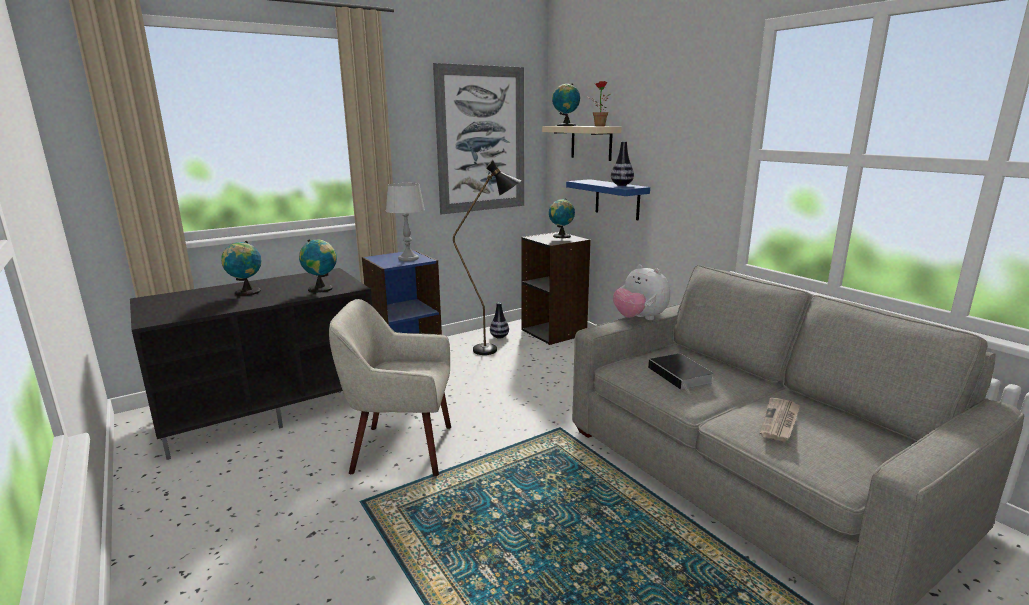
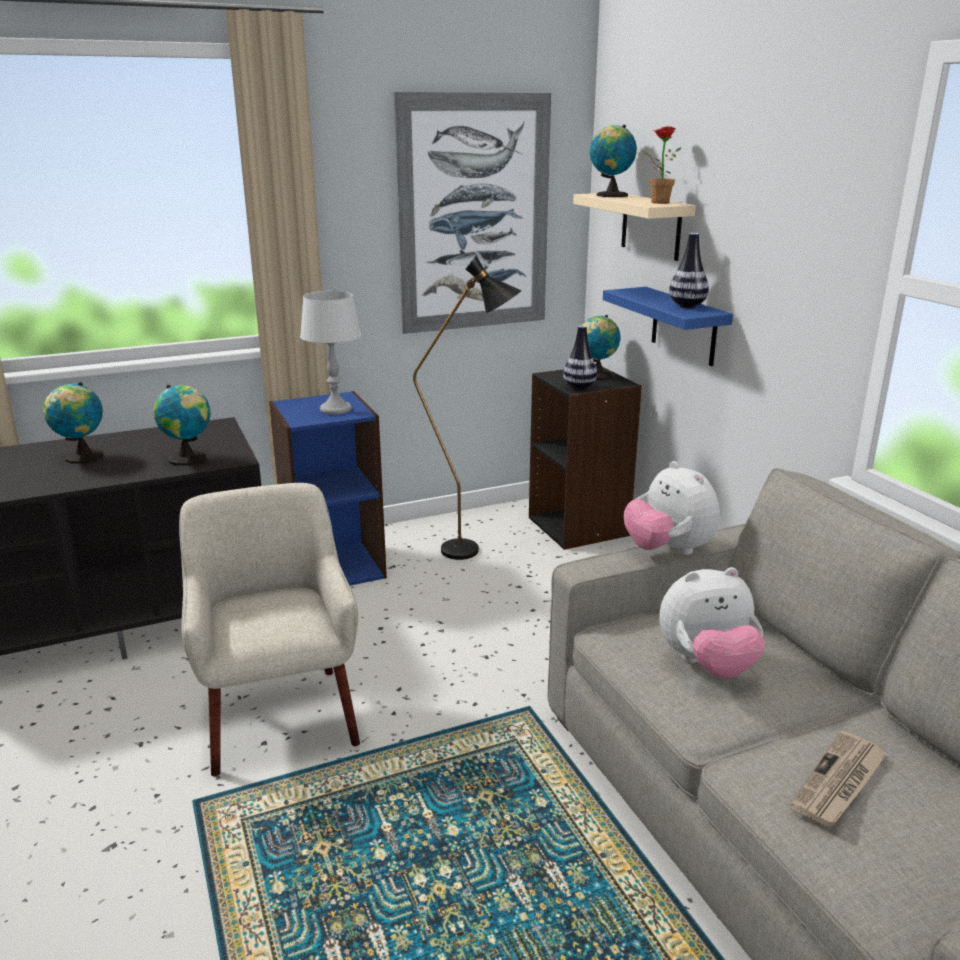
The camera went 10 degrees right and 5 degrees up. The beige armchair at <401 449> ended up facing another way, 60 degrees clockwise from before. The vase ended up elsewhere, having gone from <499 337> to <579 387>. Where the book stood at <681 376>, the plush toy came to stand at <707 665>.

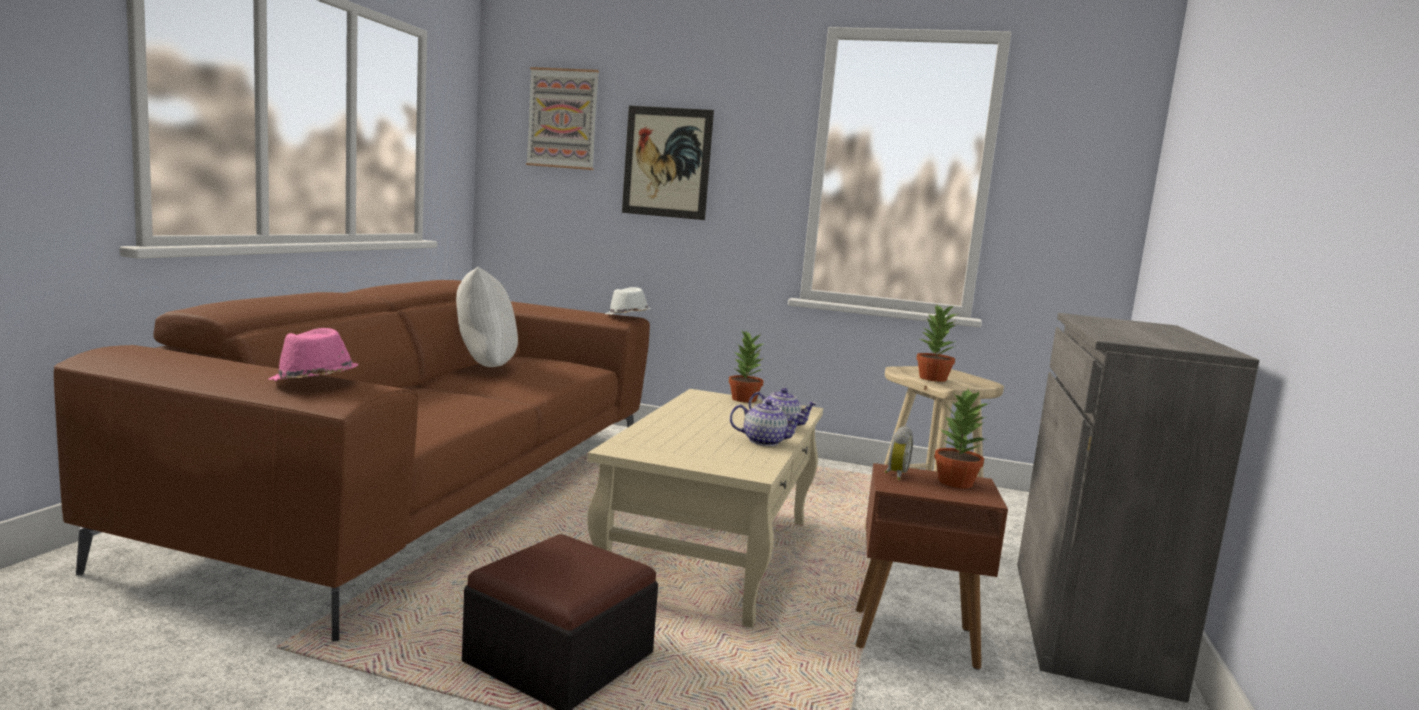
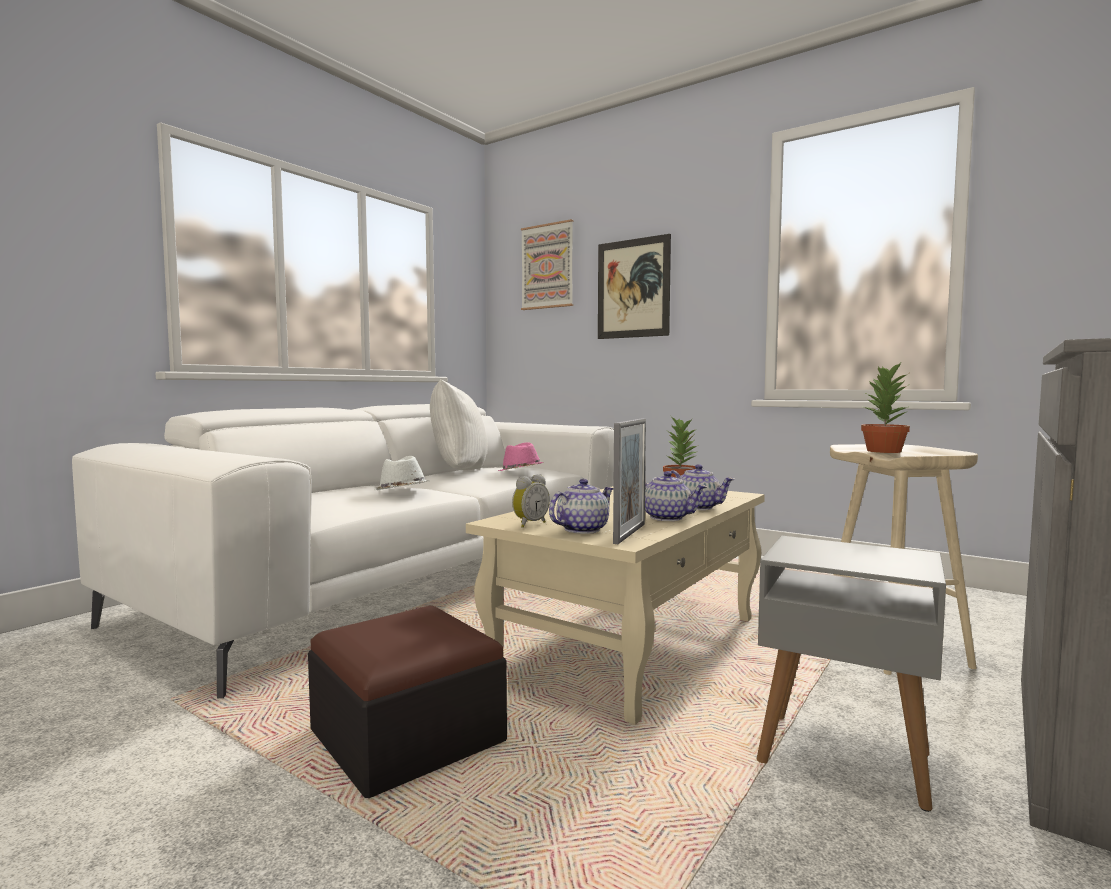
The camera went 20 degrees right and 5 degrees down. What was the brown sofa at <431 489> turned into the white sofa at <407 577>. The pink hat ended up elsewhere, having gone from <314 381> to <520 472>. The white hat ended up elsewhere, having gone from <627 316> to <401 492>. What was the brown side table at <913 638> turned into the grey side table at <841 758>. The alarm clock ended up elsewhere, having gone from <895 475> to <529 524>. The second view lost the potted plant at <955 483>. The second view gained the teapot at <582 529>. The second view gained the picture frame at <630 533>.

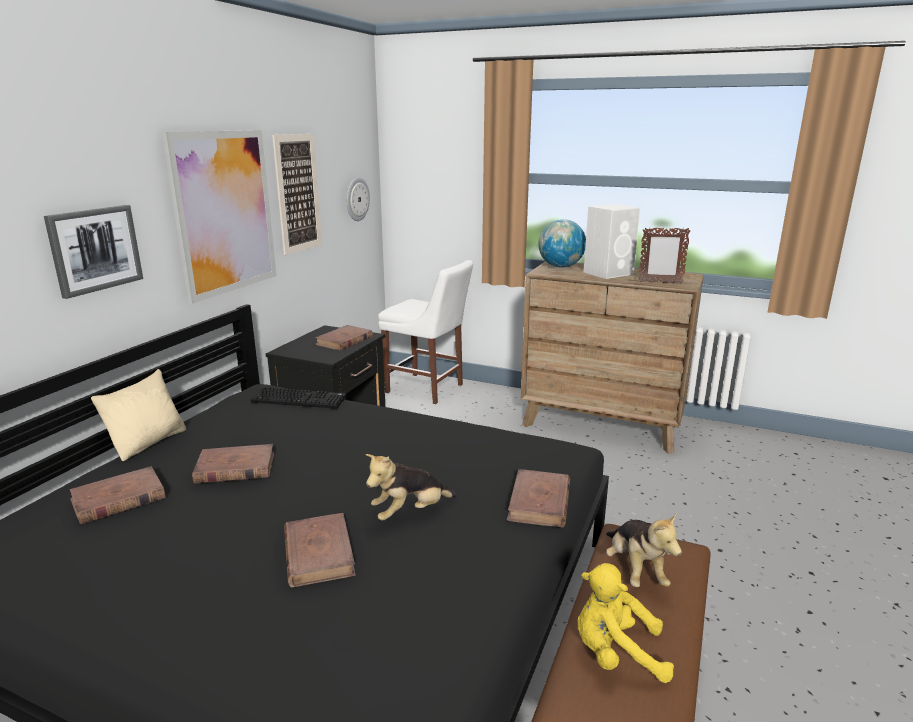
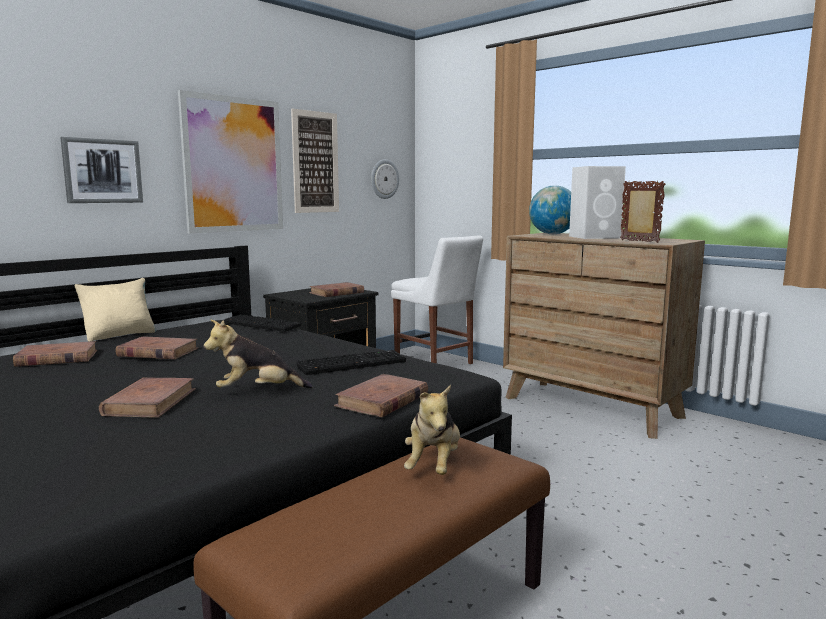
The camera went 20 degrees right and 10 degrees down. The second view lost the yellow plush toy at <615 654>. The picture frame at <660 282> ended up facing another way, 150 degrees counterclockwise from before. The second view gained the keyboard at <352 363>.

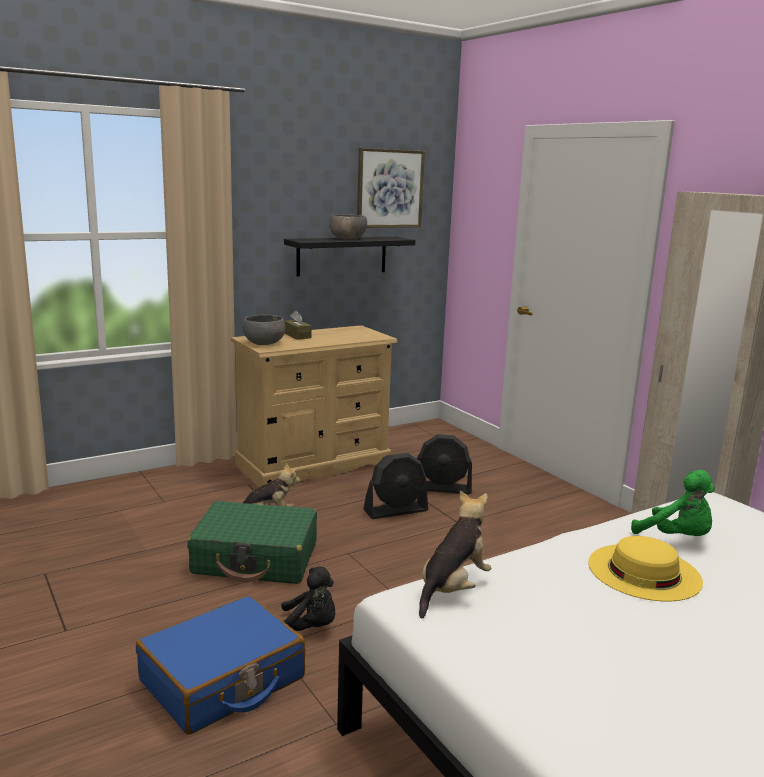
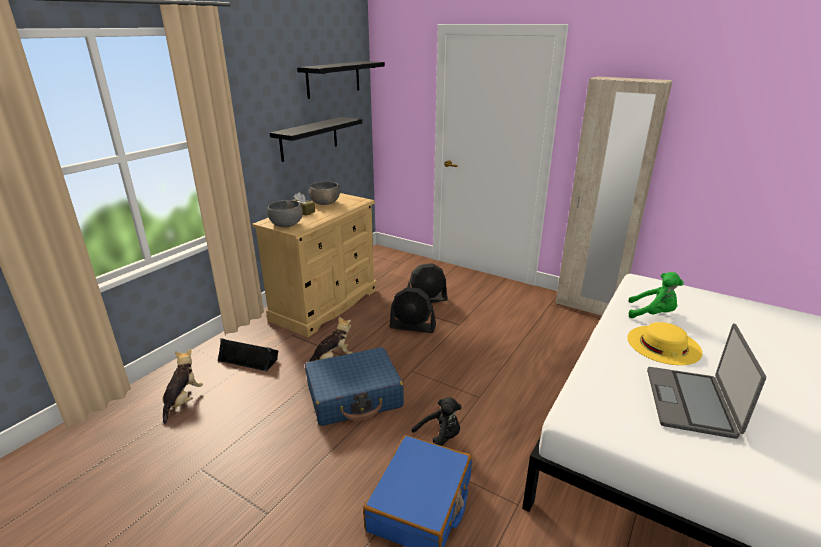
The camera went 25 degrees left and 10 degrees up. What was the green suitcase at <256 558> turned into the blue suitcase at <354 396>. The grey bowl ended up elsewhere, having gone from <347 239> to <325 203>. Where the picture hung at <389 188>, the black shelf came to hang at <333 79>. The black fan at <396 511> ended up facing another way, 60 degrees clockwise from before. The plush toy ended up elsewhere, having gone from <453 589> to <183 401>. The second view gained the black speaker at <249 359>. The second view gained the laptop at <691 402>.

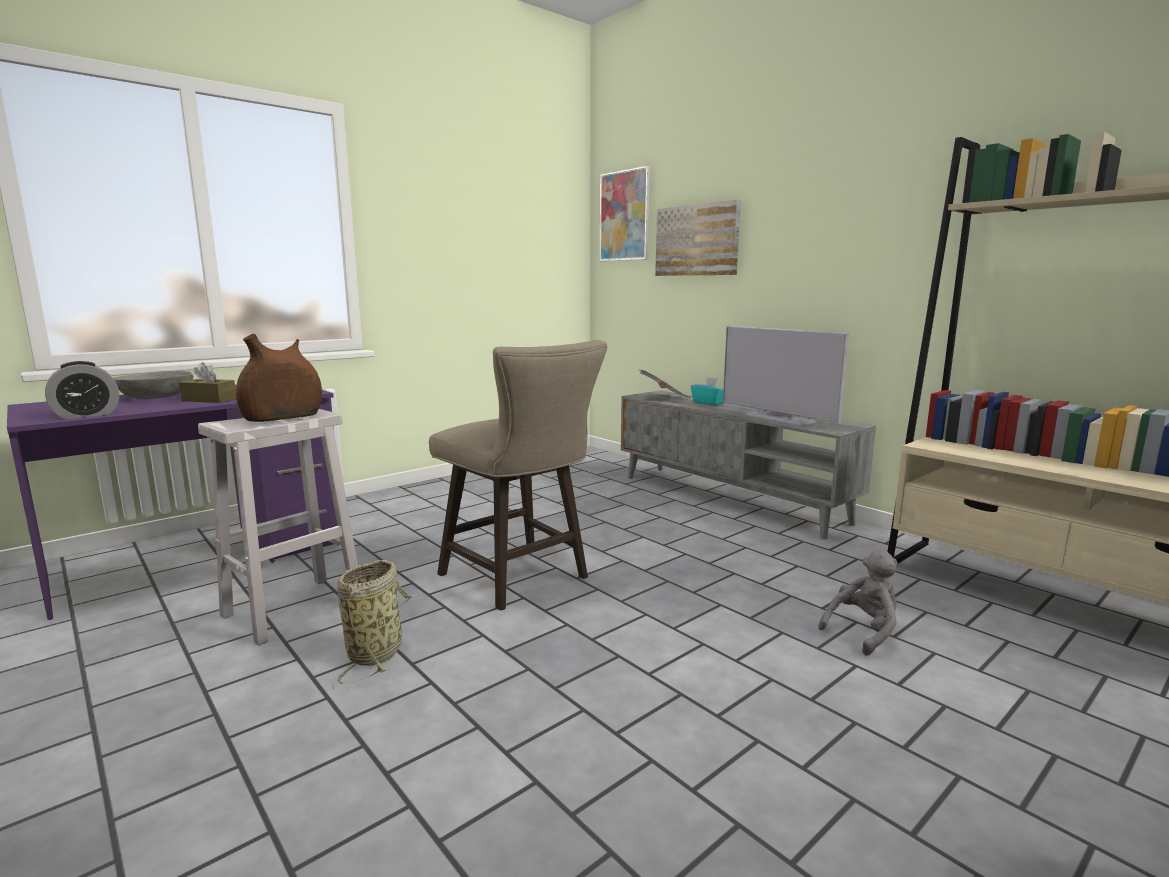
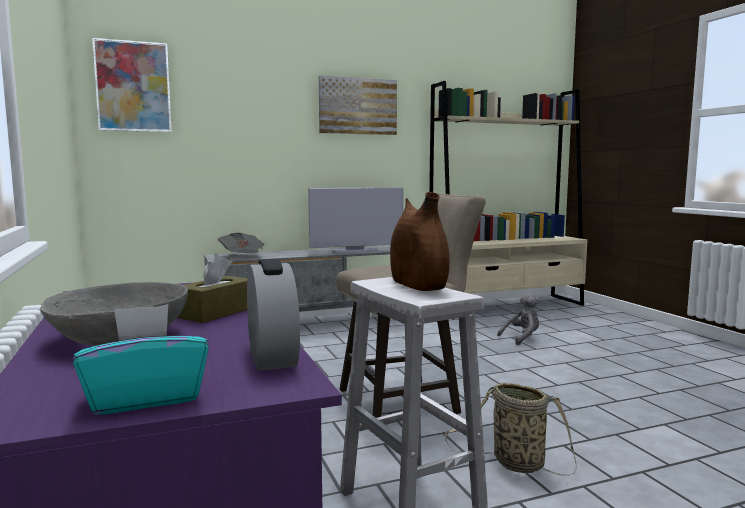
The camera went 70 degrees left and 5 degrees down. The picture ended up elsewhere, having gone from <697 240> to <357 106>. The turquoise tissue box ended up elsewhere, having gone from <709 403> to <146 398>. The grey plush toy at <863 631> ended up facing another way, 75 degrees clockwise from before.

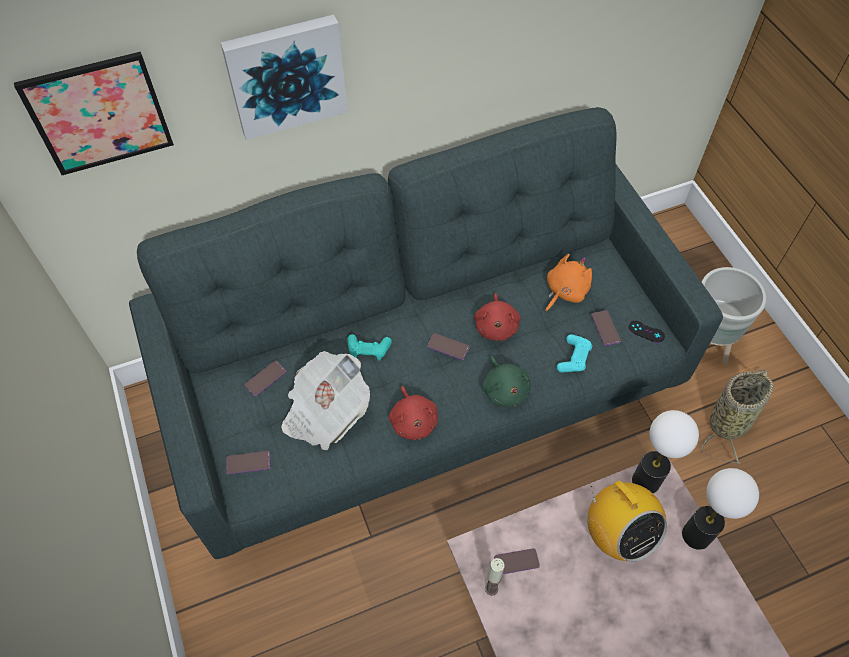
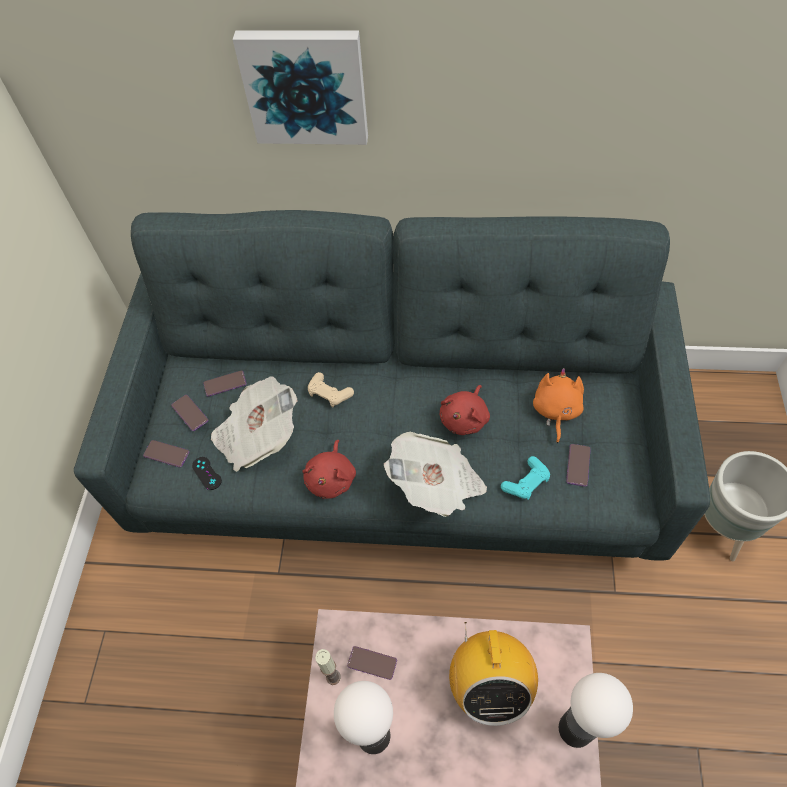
The camera went 30 degrees right and 0 degrees up. The second view lost the picture at <99 114>. What was the turquoise game controller at <368 350> turned into the beige game controller at <329 393>. The phone ended up elsewhere, having gone from <448 347> to <190 413>. Where the green plush toy stood at <504 389>, the newspaper came to stand at <436 485>. The orange plush toy at <565 292> ended up facing another way, 60 degrees counterclockwise from before. The black game controller ended up elsewhere, having gone from <646 331> to <207 473>. The table lamp ended up elsewhere, having gone from <646 481> to <374 736>. The second view lost the basket at <730 420>.

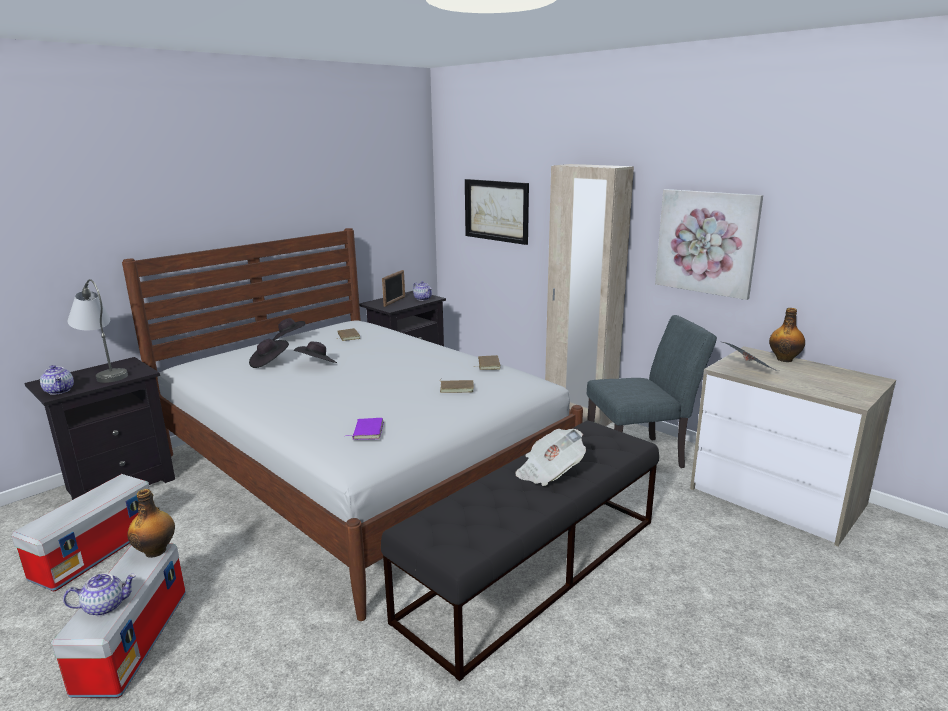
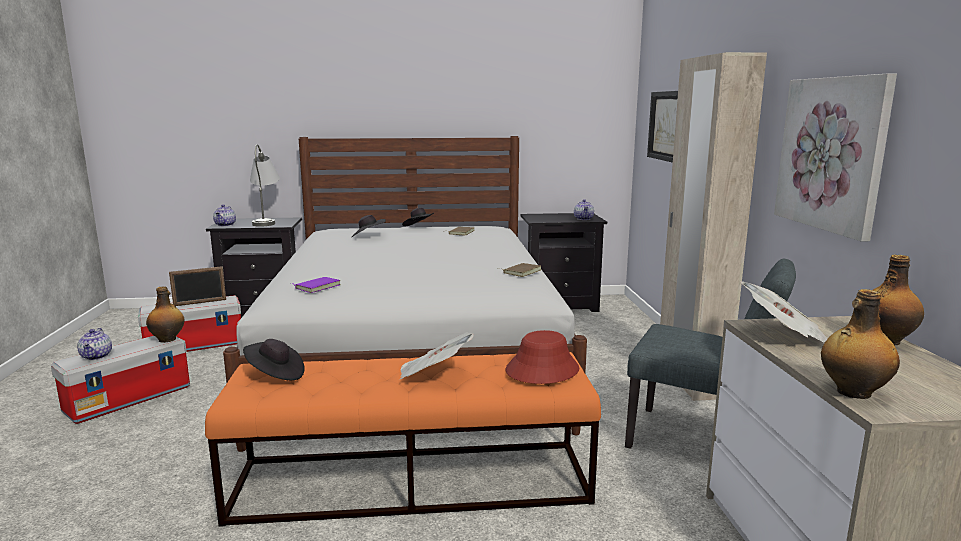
The camera went 40 degrees right and 5 degrees down. The teapot at <105 606> ended up facing another way, 60 degrees clockwise from before. The black hat ended up elsewhere, having gone from <317 364> to <275 374>. What was the black bench at <534 567> turned into the orange bench at <413 482>. The picture frame ended up elsewhere, having gone from <394 301> to <200 302>. The second view lost the brown book at <457 388>. The second view gained the red hat at <542 370>. The second view gained the bottle at <852 392>.

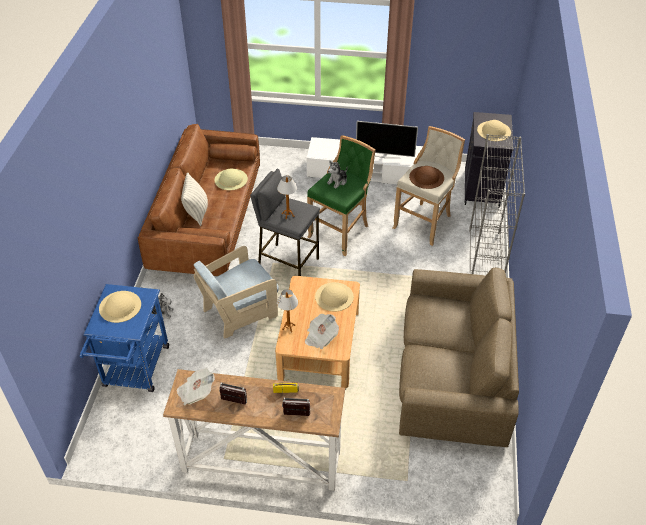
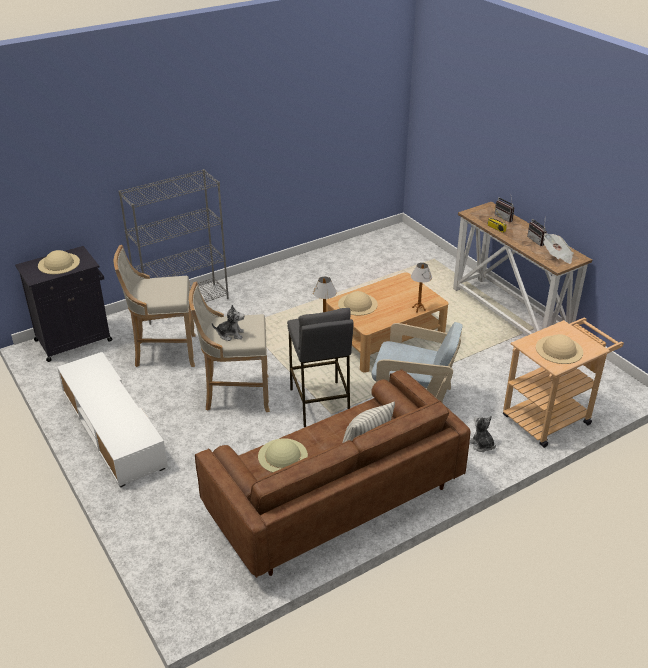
The camera went 130 degrees left and 10 degrees down. What was the blue cart at <134 371> turned into the beige cart at <552 416>. The second view lost the newspaper at <320 337>. What was the green stool at <341 231> turned into the beige stool at <235 395>. The second view lost the television at <385 156>. The second view lost the brown sofa at <452 372>. The second view lost the brown hat at <426 177>.

